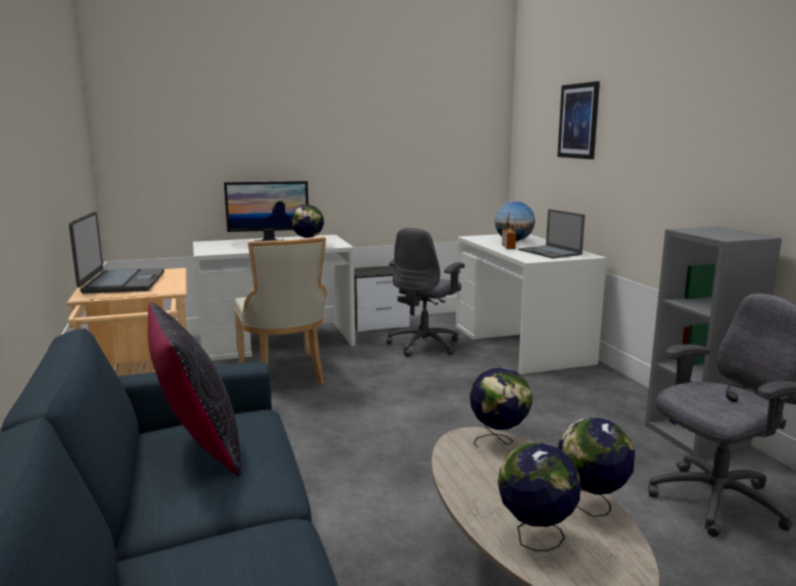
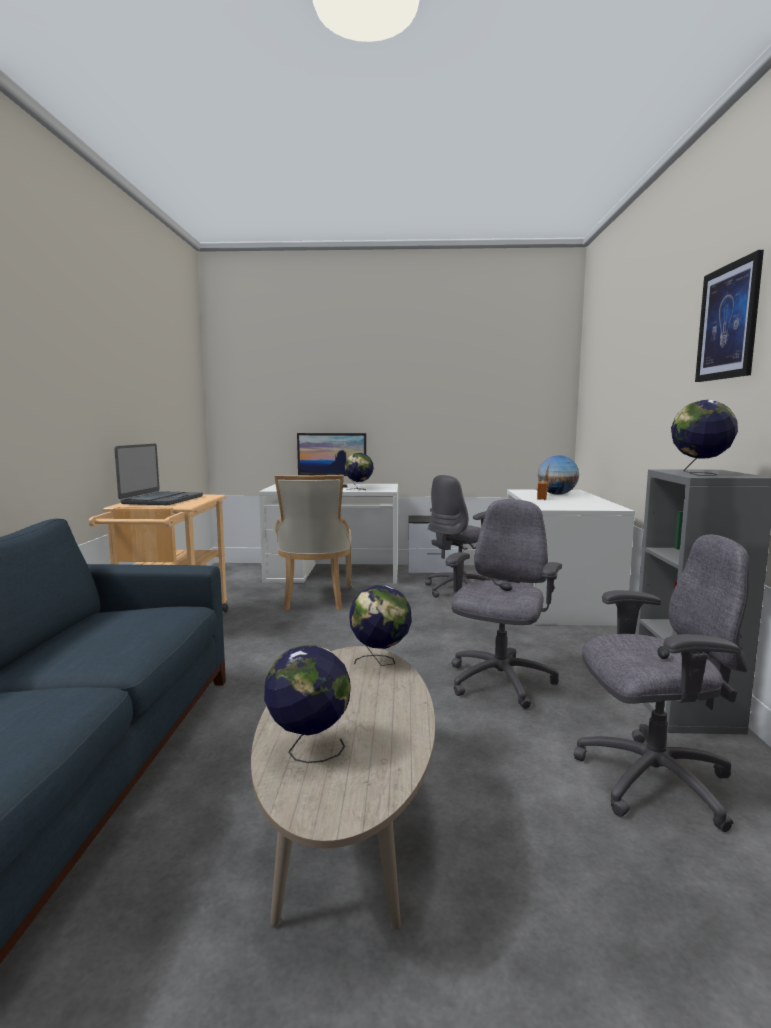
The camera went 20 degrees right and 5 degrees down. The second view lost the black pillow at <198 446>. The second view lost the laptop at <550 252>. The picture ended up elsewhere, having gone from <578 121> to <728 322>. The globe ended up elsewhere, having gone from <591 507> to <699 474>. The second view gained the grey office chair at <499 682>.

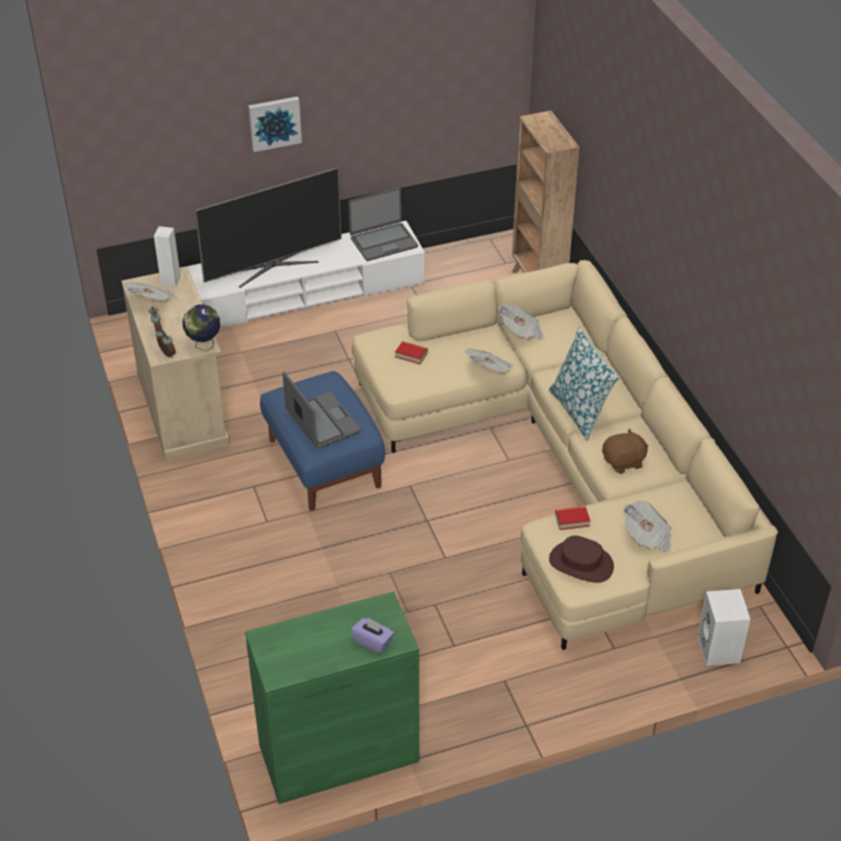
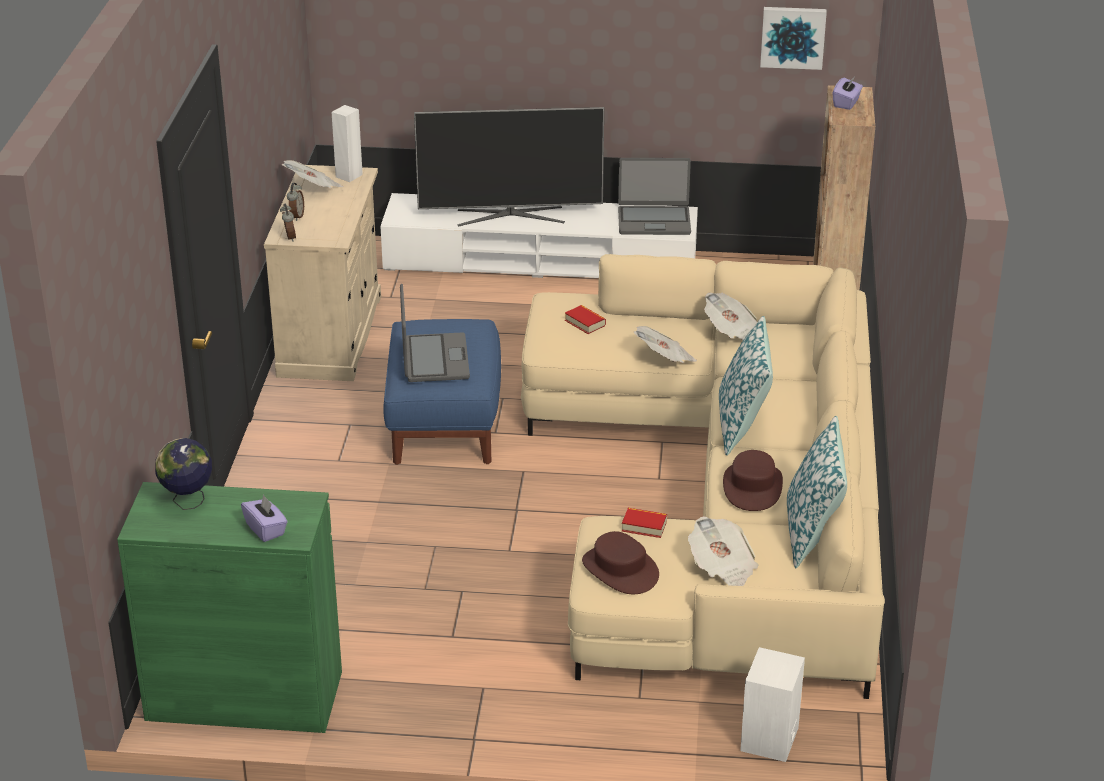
The camera went 25 degrees right and 10 degrees down. The globe ended up elsewhere, having gone from <204 345> to <187 502>. The picture ended up elsewhere, having gone from <274 122> to <793 36>. Where the brown plush toy stood at <623 462>, the brown hat came to stand at <752 487>. The second view gained the pillow at <812 533>. The second view gained the purple tissue box at <846 103>.

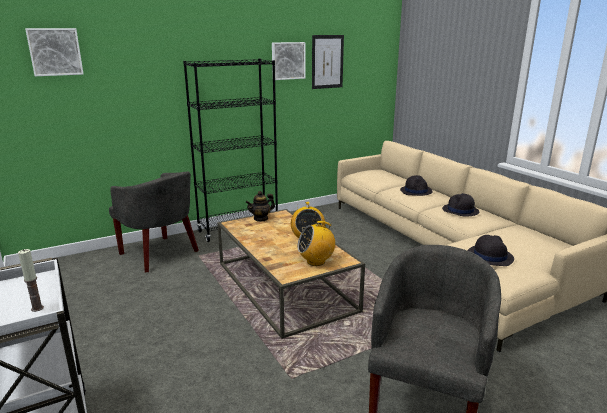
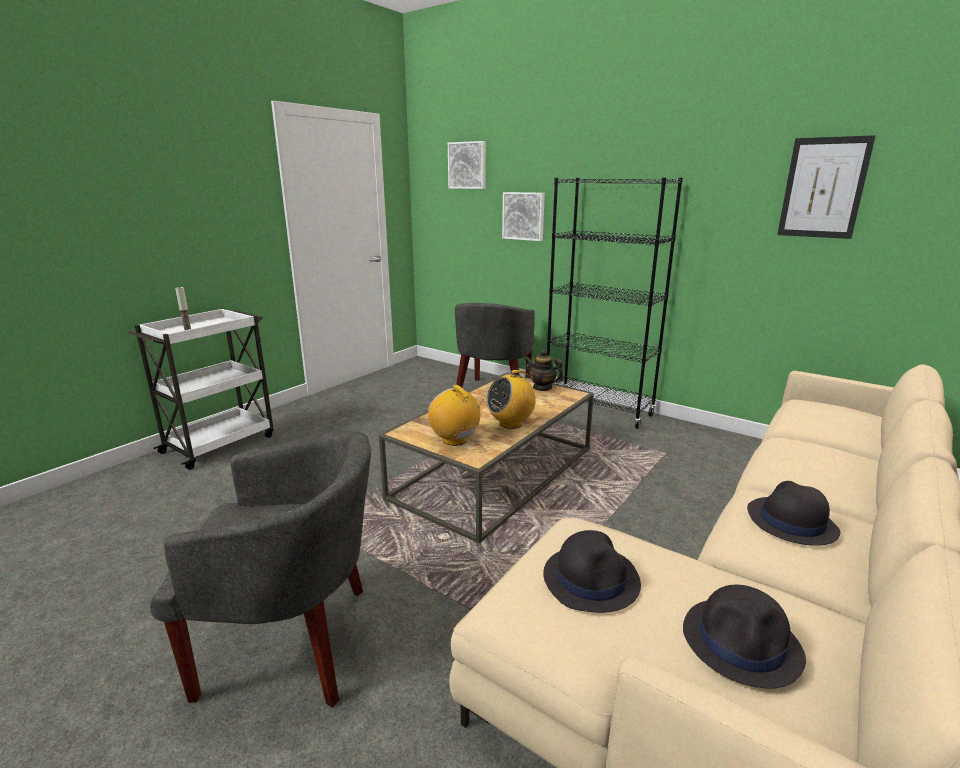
The camera went 65 degrees right and 0 degrees up. The picture ended up elsewhere, having gone from <288 60> to <524 216>. The black hat ended up elsewhere, having gone from <416 191> to <742 642>.

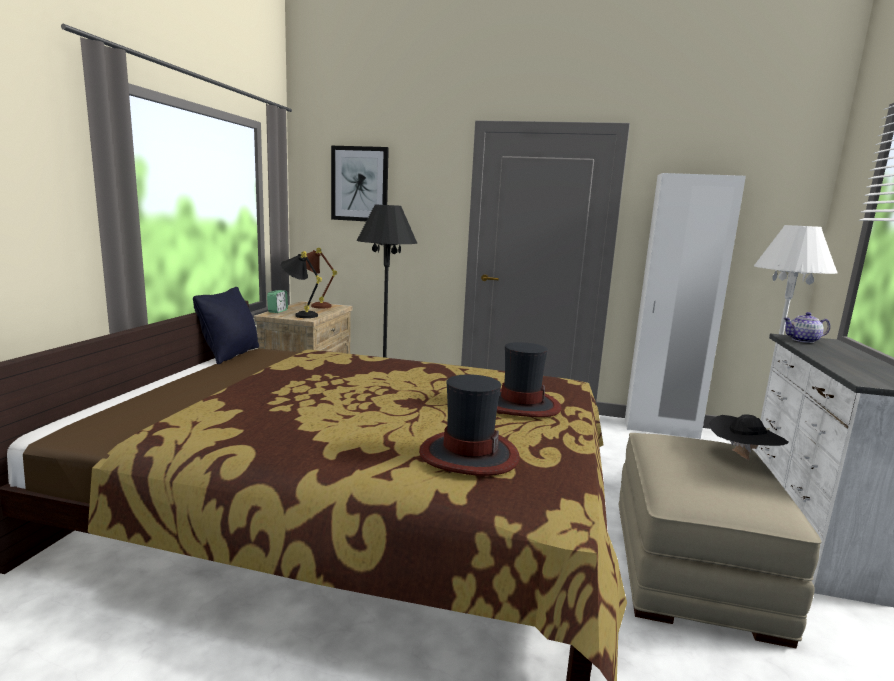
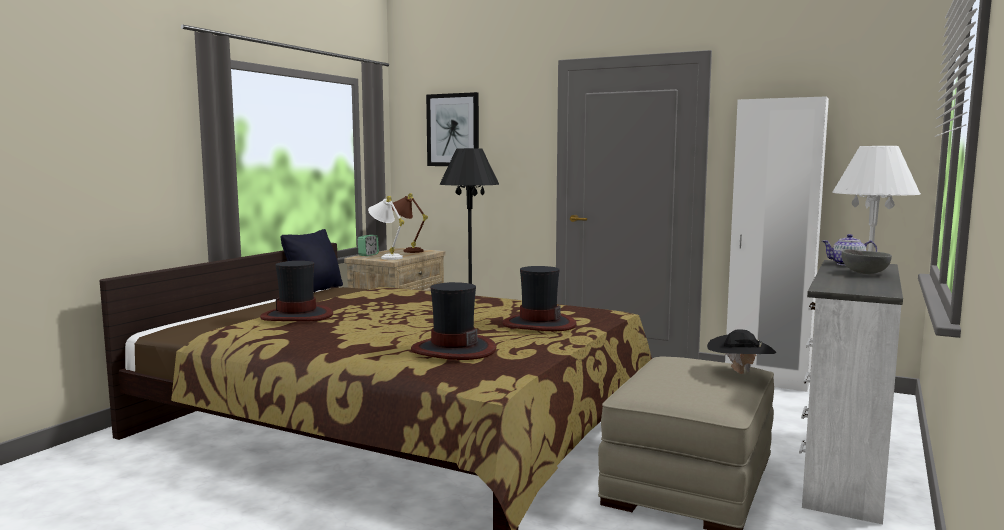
The camera went 15 degrees right and 5 degrees down. What was the black table lamp at <300 315> turned into the white table lamp at <386 257>. The second view gained the hat at <297 316>. The second view gained the grey bowl at <864 273>.

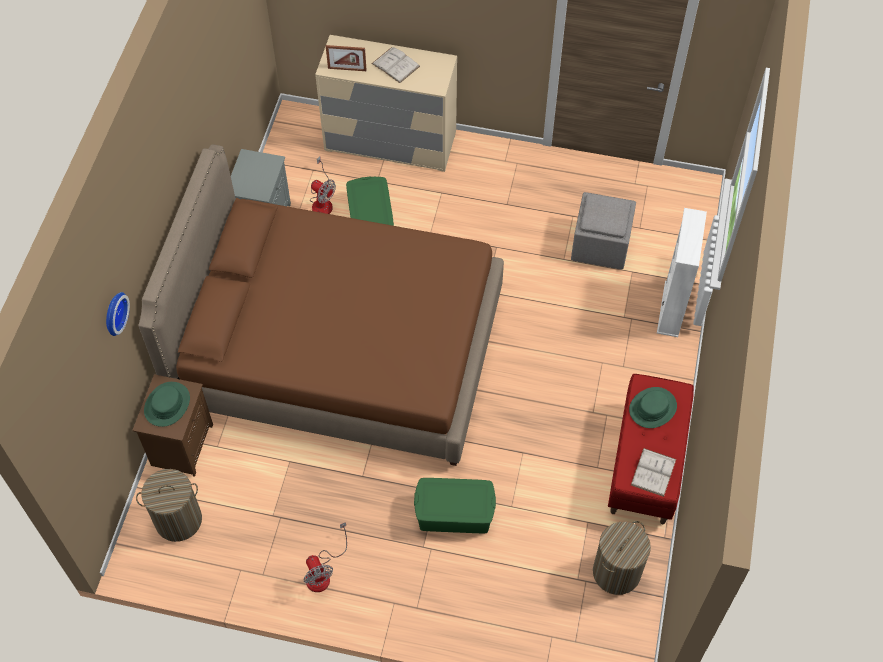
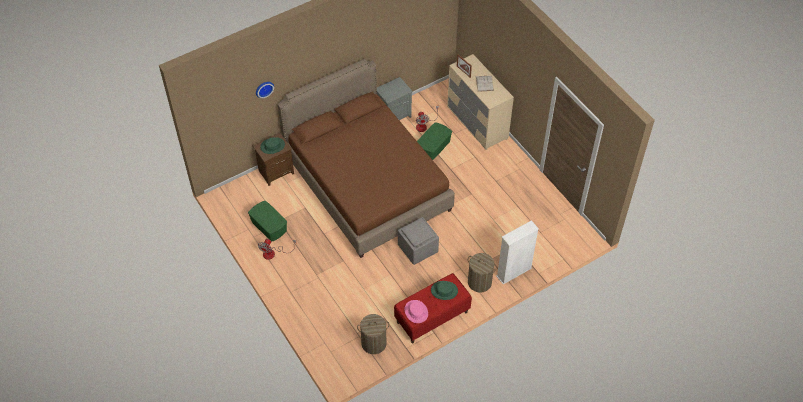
The camera went 45 degrees right and 5 degrees down. The laundry basket ended up elsewhere, having gone from <178 520> to <479 282>. The green storage box ended up elsewhere, having gone from <454 514> to <269 226>. The grey ottoman ended up elsewhere, having gone from <600 245> to <418 248>. Where the white book stood at <653 472>, the pink hat came to stand at <416 312>.

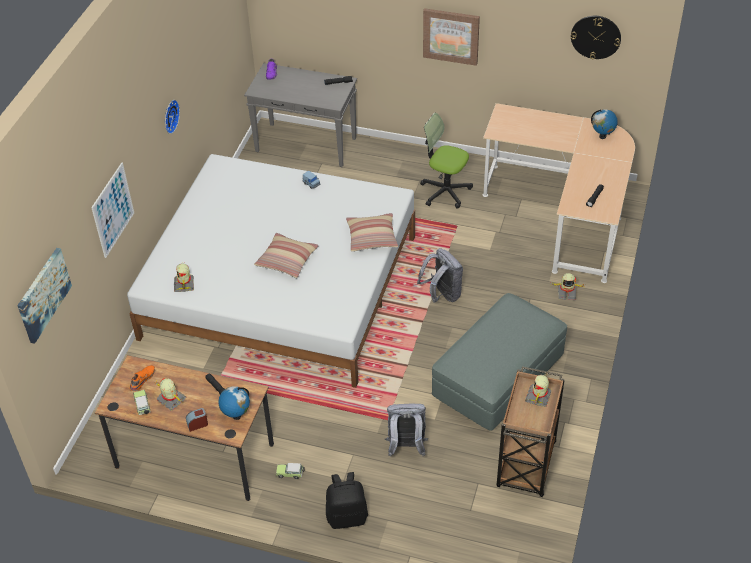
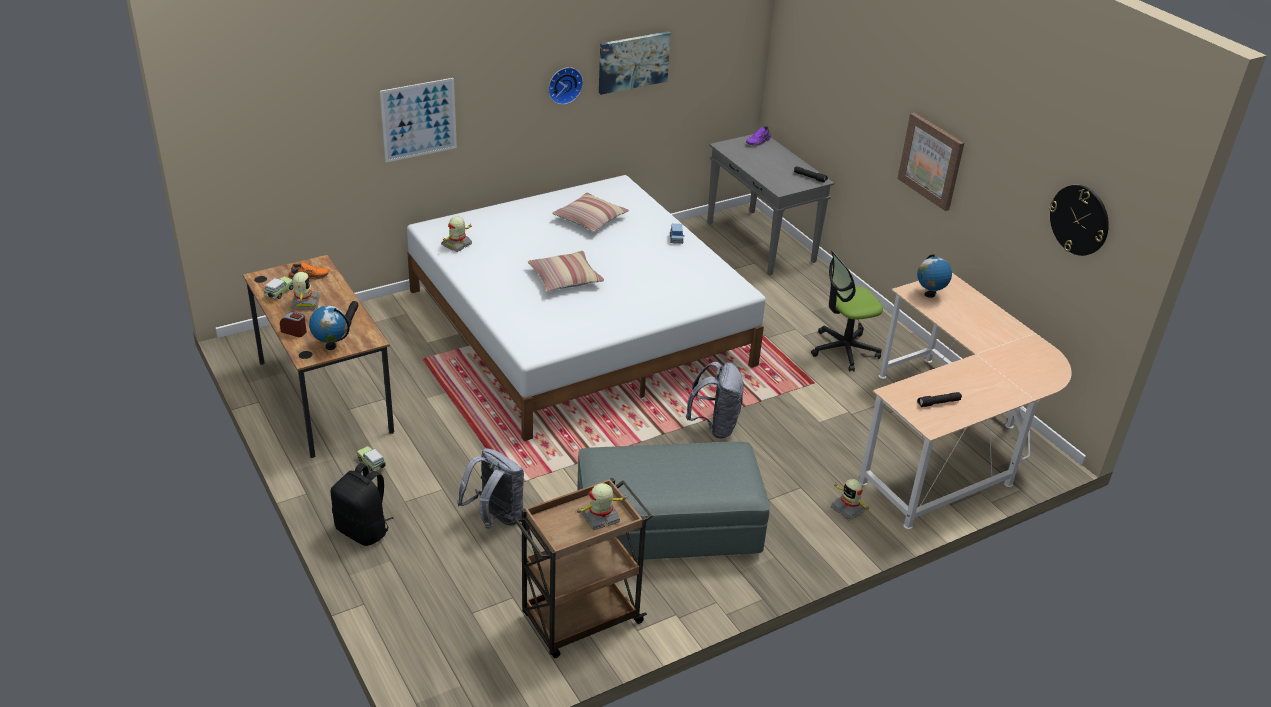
The camera went 40 degrees right and 10 degrees down. The picture ended up elsewhere, having gone from <43 294> to <633 62>. The pillow ended up elsewhere, having gone from <372 237> to <590 219>. The office chair at <445 191> ended up facing another way, 90 degrees counterclockwise from before. The globe ended up elsewhere, having gone from <602 136> to <929 294>.

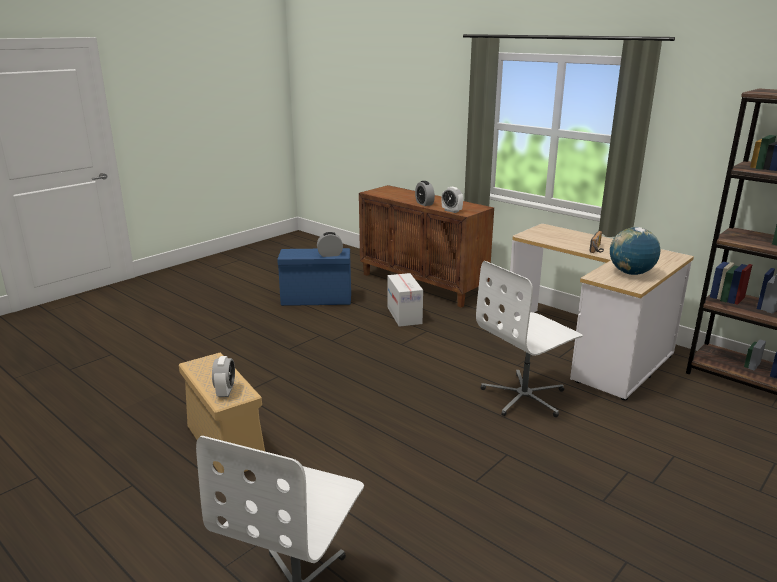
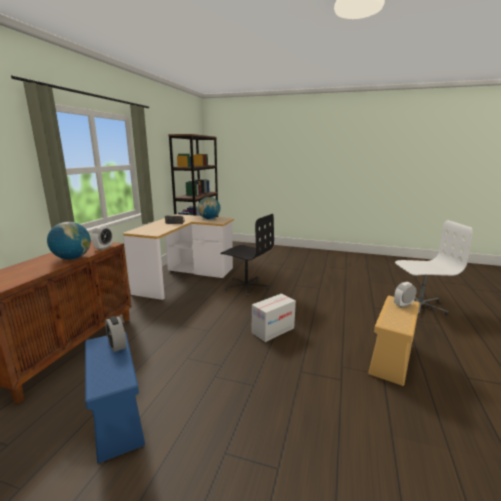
The camera went 115 degrees left and 5 degrees down. The cardboard box ended up elsewhere, having gone from <404 315> to <273 330>. Where the alarm clock stood at <424 203>, the globe came to stand at <72 258>. What was the white office chair at <524 397> turned into the black office chair at <246 286>.

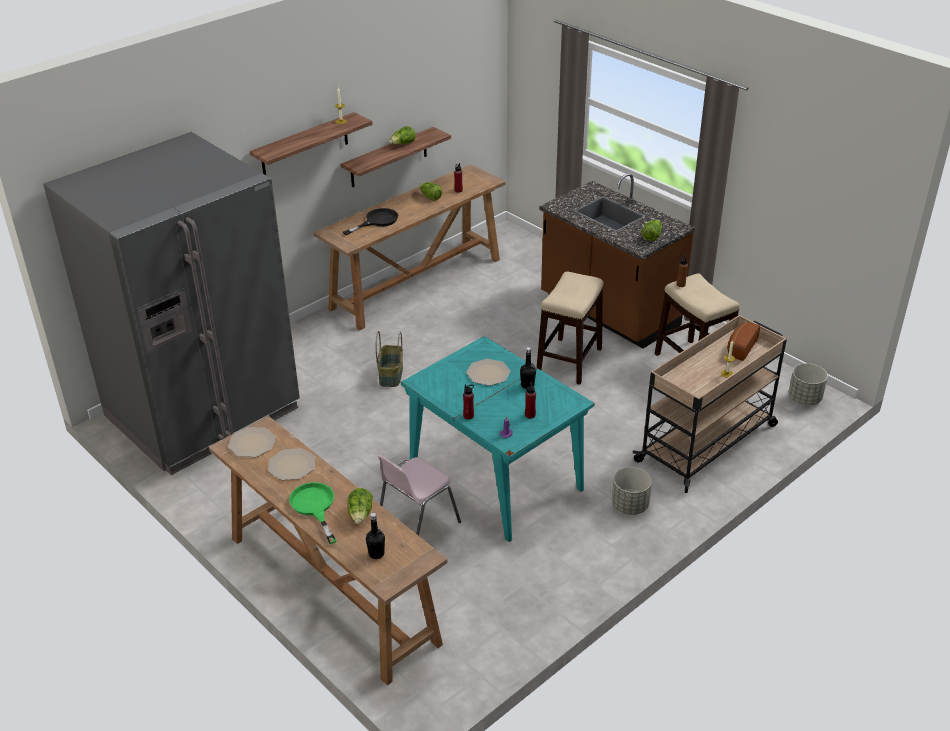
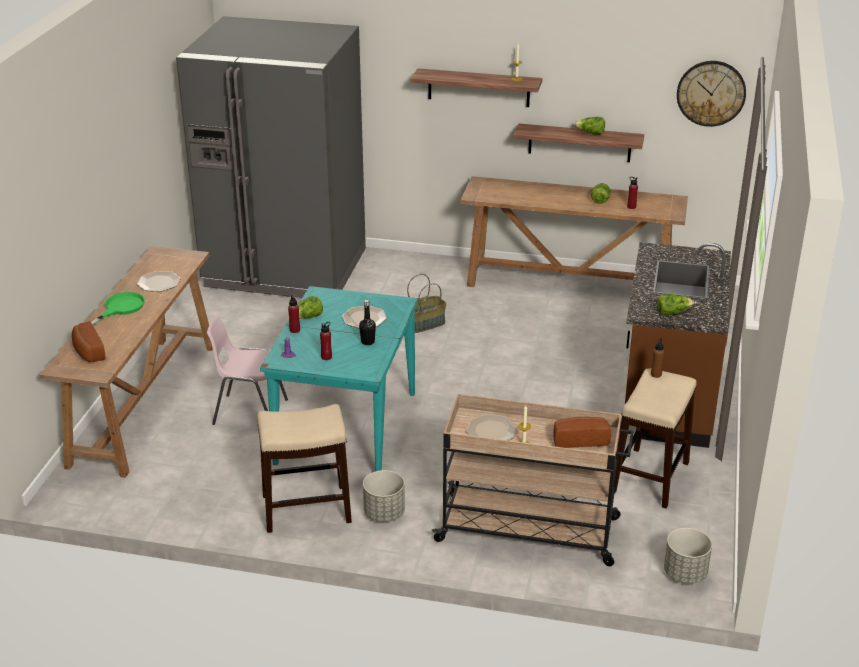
The camera went 55 degrees right and 5 degrees down. The plate ended up elsewhere, having gone from <252 443> to <492 430>. The second view lost the black frying pan at <377 221>. The lettuce ended up elsewhere, having gone from <361 514> to <307 317>. Where the black bottle stood at <376 554>, the bread came to stand at <87 352>. The stool ended up elsewhere, having gone from <569 360> to <307 508>. The second view gained the wall clock at <711 93>.

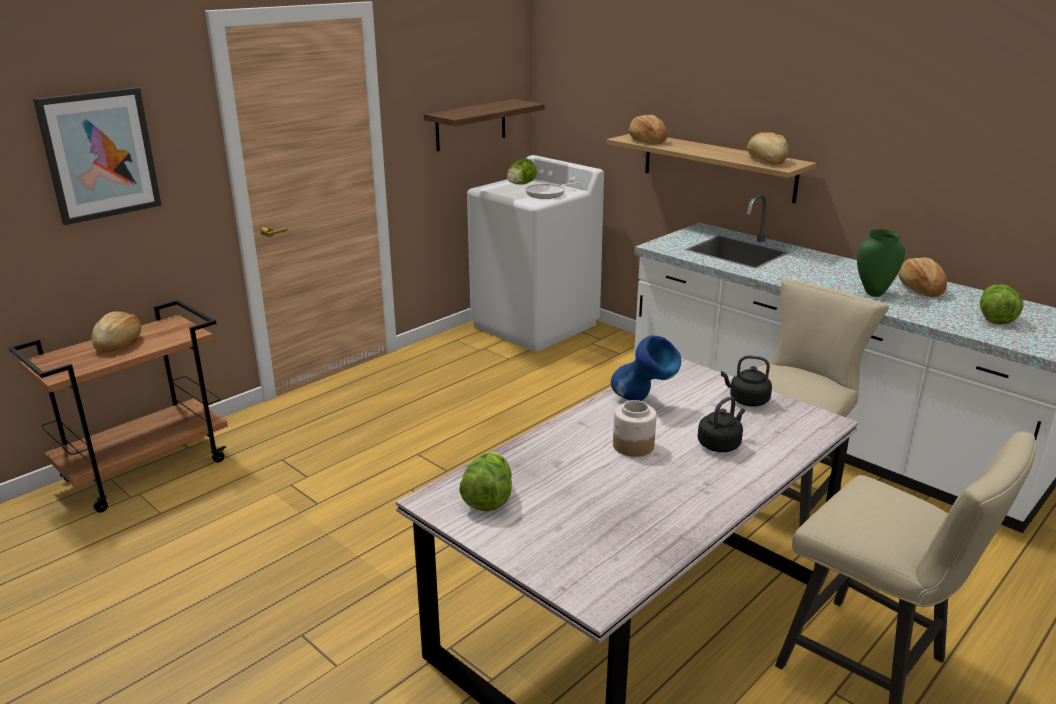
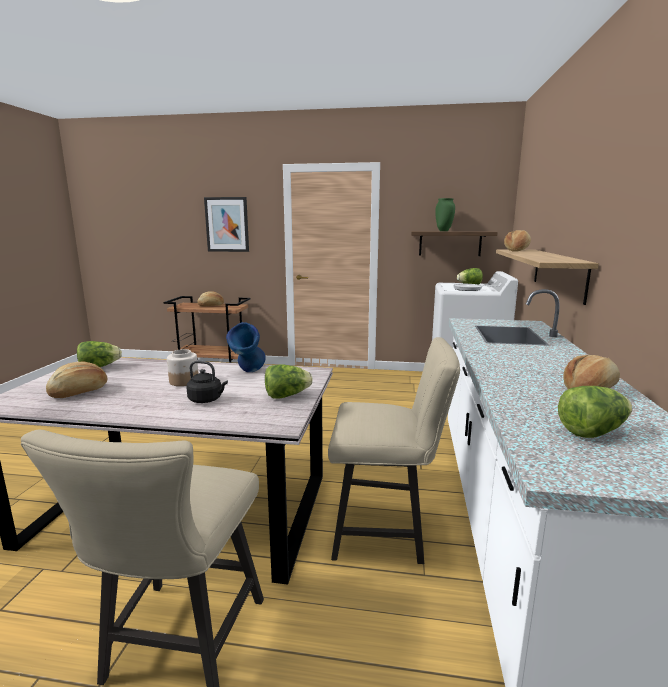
The camera went 55 degrees right and 10 degrees down. Where the black kettle stood at <746 400>, the lettuce came to stand at <287 396>. The bread ended up elsewhere, having gone from <765 160> to <79 391>. The green vase ended up elsewhere, having gone from <873 293> to <444 231>.

